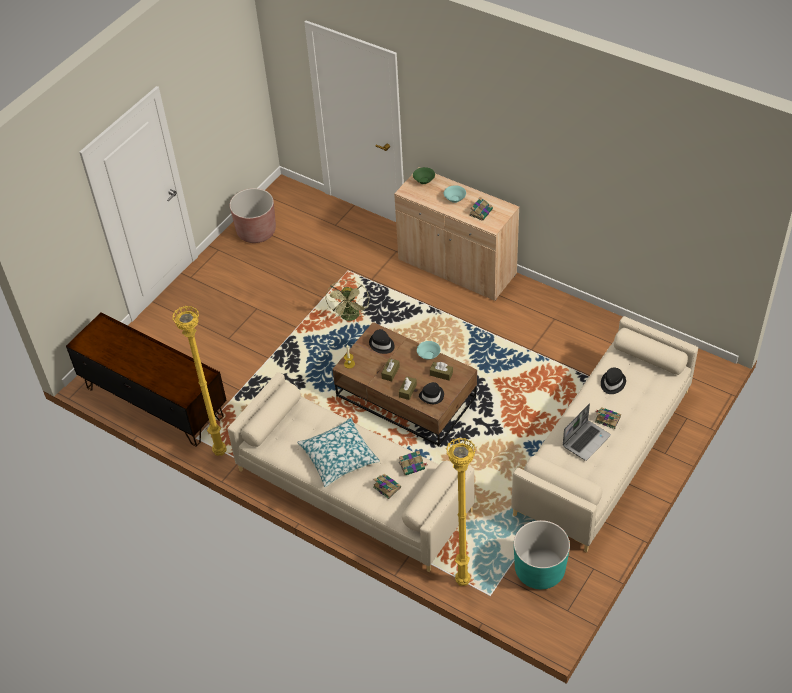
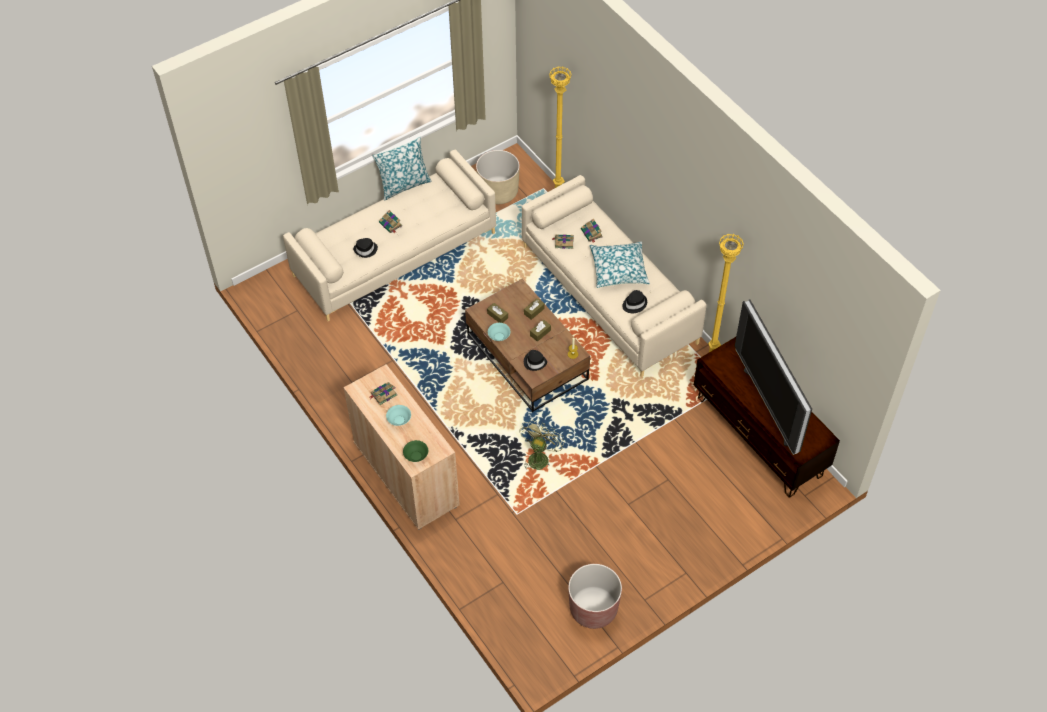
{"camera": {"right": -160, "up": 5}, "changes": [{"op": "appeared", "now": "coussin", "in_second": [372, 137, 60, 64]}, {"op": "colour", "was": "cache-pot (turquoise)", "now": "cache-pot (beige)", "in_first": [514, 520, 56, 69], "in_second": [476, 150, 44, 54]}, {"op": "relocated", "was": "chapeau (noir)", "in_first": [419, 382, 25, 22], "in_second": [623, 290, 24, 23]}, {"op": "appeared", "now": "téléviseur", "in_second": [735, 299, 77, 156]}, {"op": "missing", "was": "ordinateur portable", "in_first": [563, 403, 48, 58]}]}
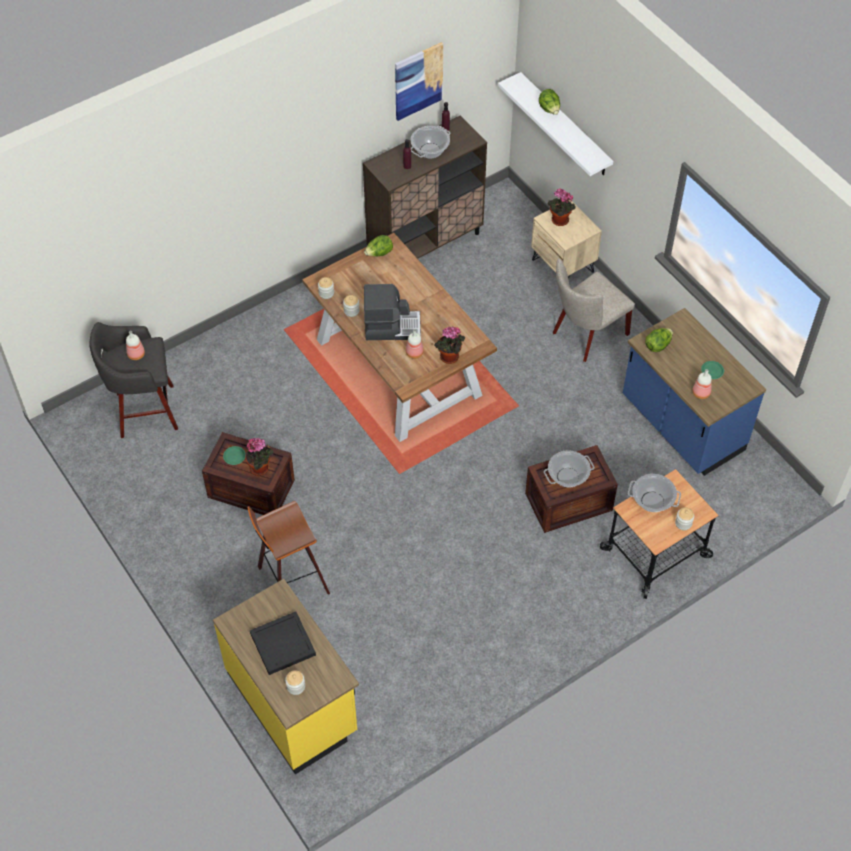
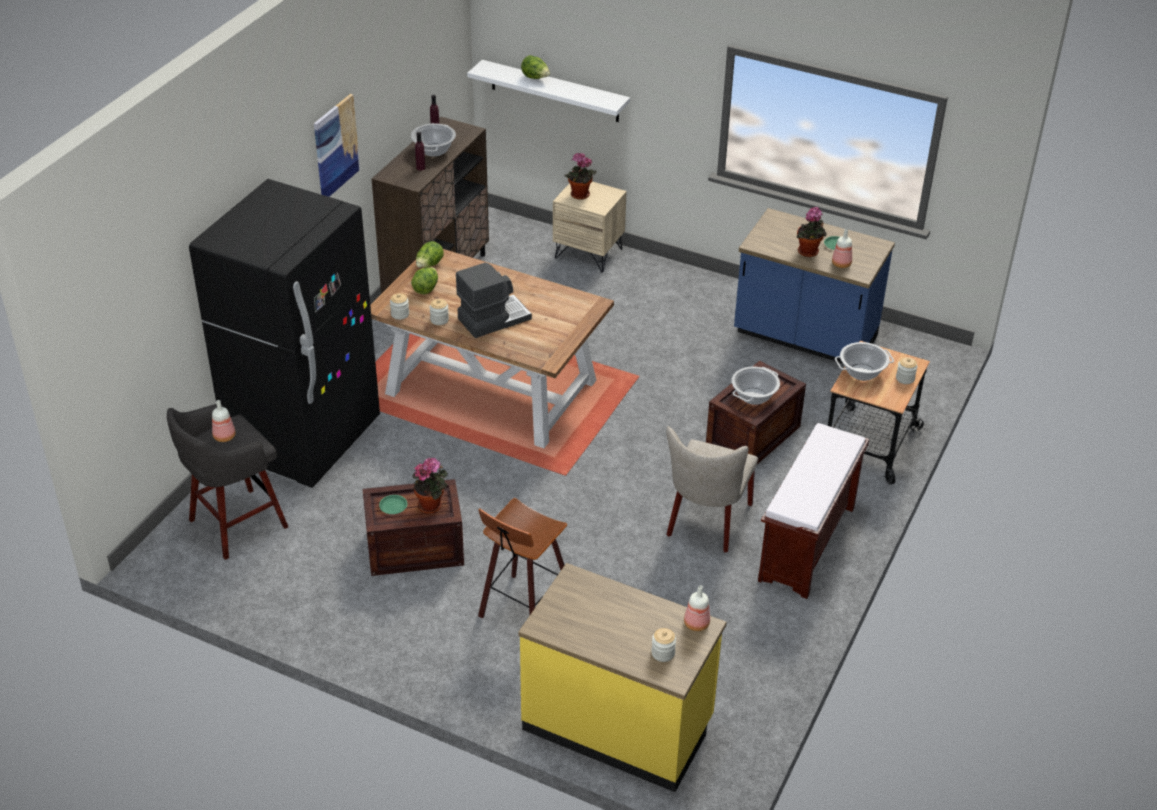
{"camera": {"right": -30, "up": -15}, "changes": [{"op": "appeared", "now": "réfrigérateur (noir)", "in_second": [189, 179, 191, 309]}, {"op": "relocated", "was": "tableau", "in_first": [395, 42, 48, 79], "in_second": [314, 94, 46, 103]}, {"op": "relocated", "was": "laitue", "in_first": [645, 328, 28, 24], "in_second": [411, 267, 27, 27]}, {"op": "relocated", "was": "chaise (beige)", "in_first": [553, 258, 82, 104], "in_second": [666, 426, 92, 127]}, {"op": "relocated", "was": "bouteille", "in_first": [406, 329, 18, 30], "in_second": [684, 585, 26, 46]}, {"op": "appeared", "now": "banc (marron)", "in_second": [758, 423, 111, 176]}, {"op": "relocated", "was": "plante en pot", "in_first": [434, 327, 31, 37], "in_second": [796, 207, 31, 50]}, {"op": "missing", "was": "plateau (noir)", "in_first": [250, 611, 66, 64]}]}
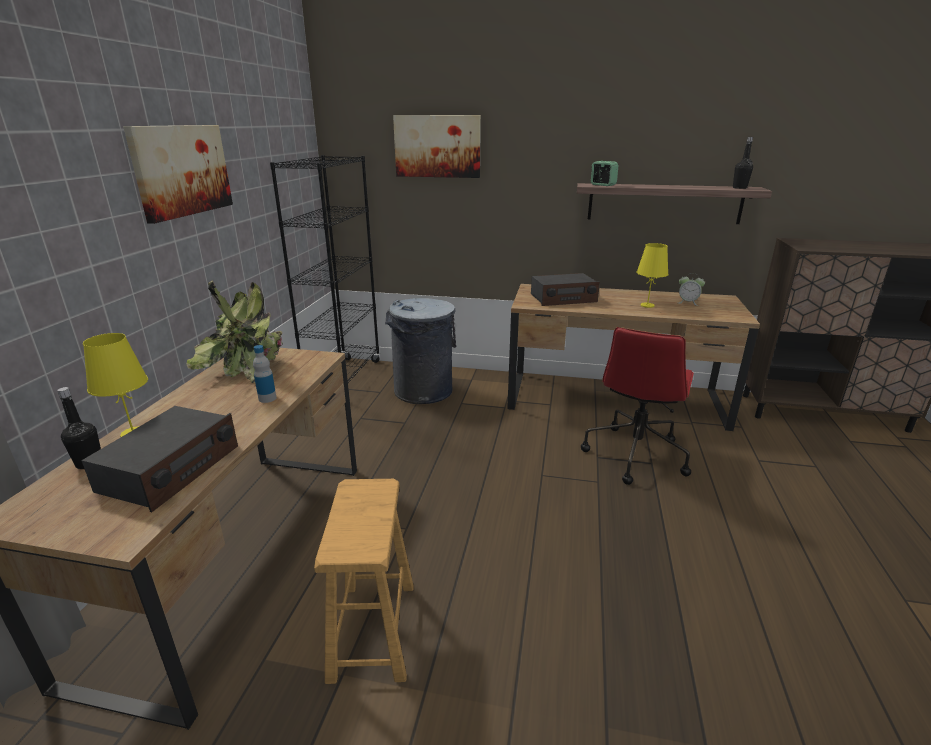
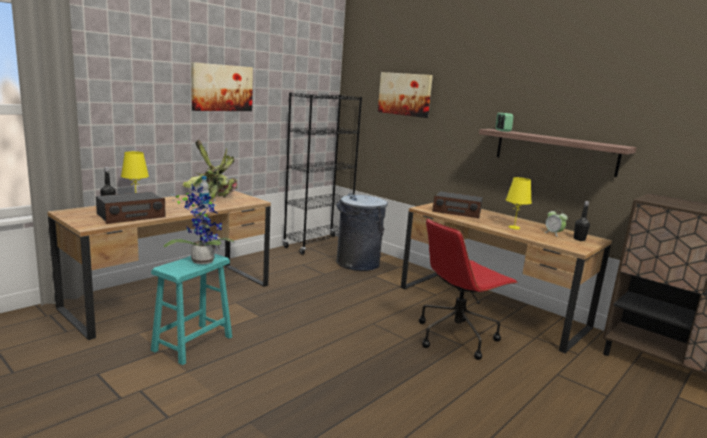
{"camera": {"right": 30, "up": -10}, "changes": [{"op": "colour", "was": "tabouret (marron)", "now": "tabouret (turquoise)", "in_first": [314, 479, 100, 205], "in_second": [151, 254, 81, 111]}, {"op": "appeared", "now": "plante en pot", "in_second": [163, 183, 72, 82]}, {"op": "relocated", "was": "bouteille (noir)", "in_first": [733, 137, 20, 52], "in_second": [574, 201, 16, 40]}]}
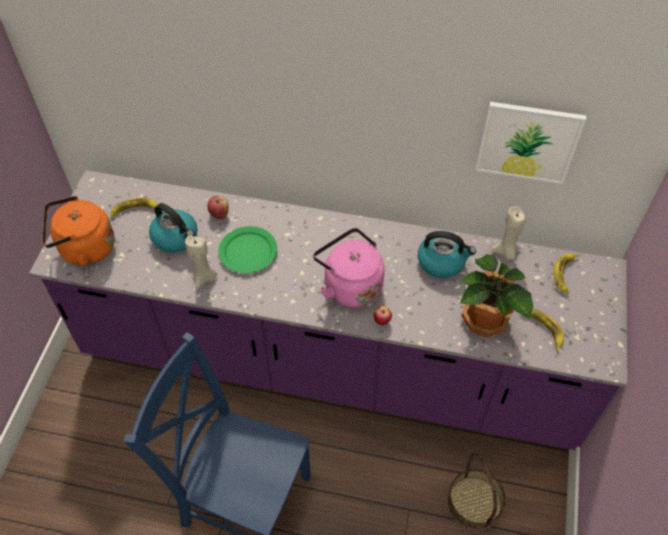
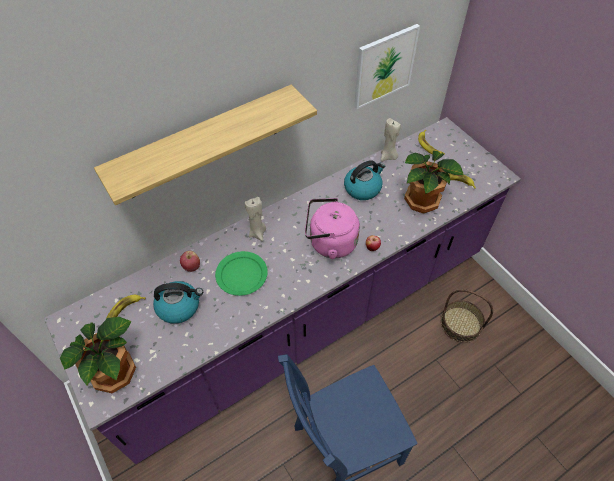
{"camera": {"right": -45, "up": 0}, "changes": [{"op": "exchanged", "was": "bouilloire (orange)", "now": "plante en pot", "in_first": [42, 196, 73, 70], "in_second": [60, 317, 76, 76]}, {"op": "appeared", "now": "étagère", "in_second": [94, 85, 223, 120]}, {"op": "relocated", "was": "bougie (beige)", "in_first": [185, 235, 32, 54], "in_second": [245, 197, 21, 44]}]}
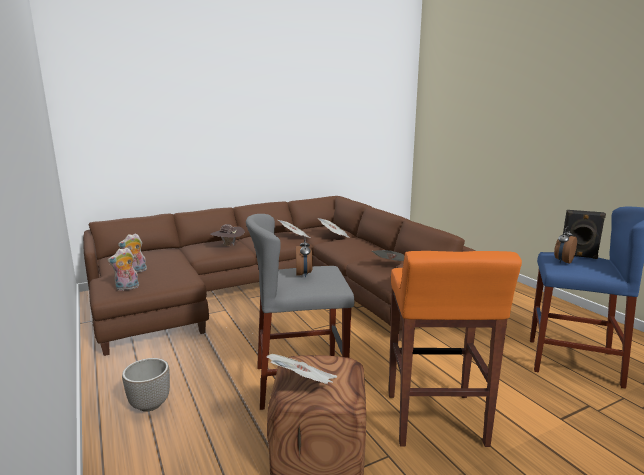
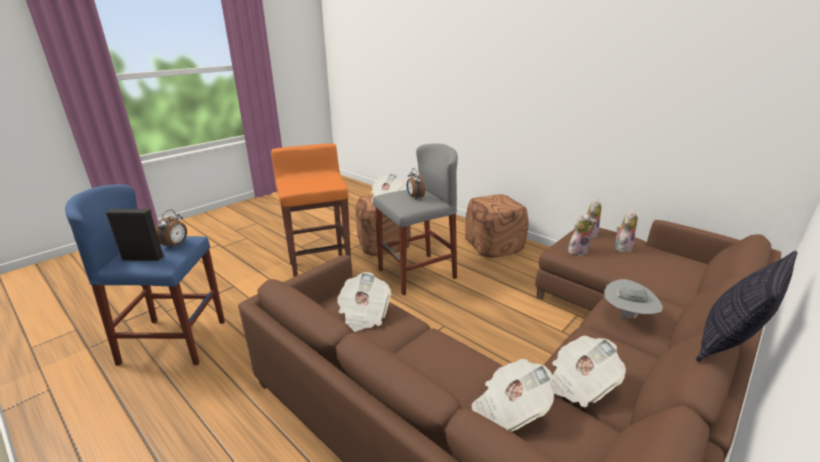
{"camera": {"right": 160, "up": 10}, "changes": [{"op": "exchanged", "was": "cache-pot", "now": "pouf (marron)", "in_first": [122, 358, 48, 54], "in_second": [465, 194, 64, 64]}, {"op": "appeared", "now": "peluche", "in_second": [568, 214, 29, 42]}, {"op": "colour", "was": "chapeau (marron)", "now": "chapeau (gris)", "in_first": [210, 224, 35, 22], "in_second": [604, 279, 59, 40]}, {"op": "appeared", "now": "coussin", "in_second": [696, 251, 101, 111]}]}
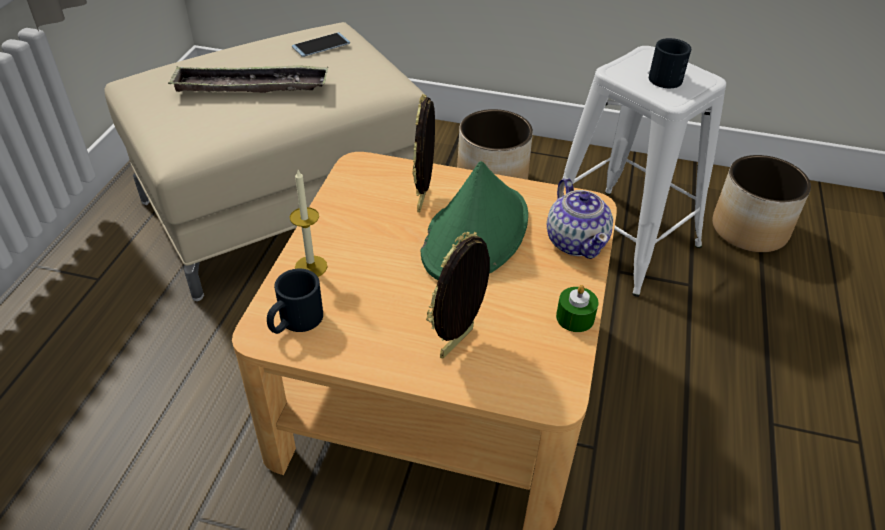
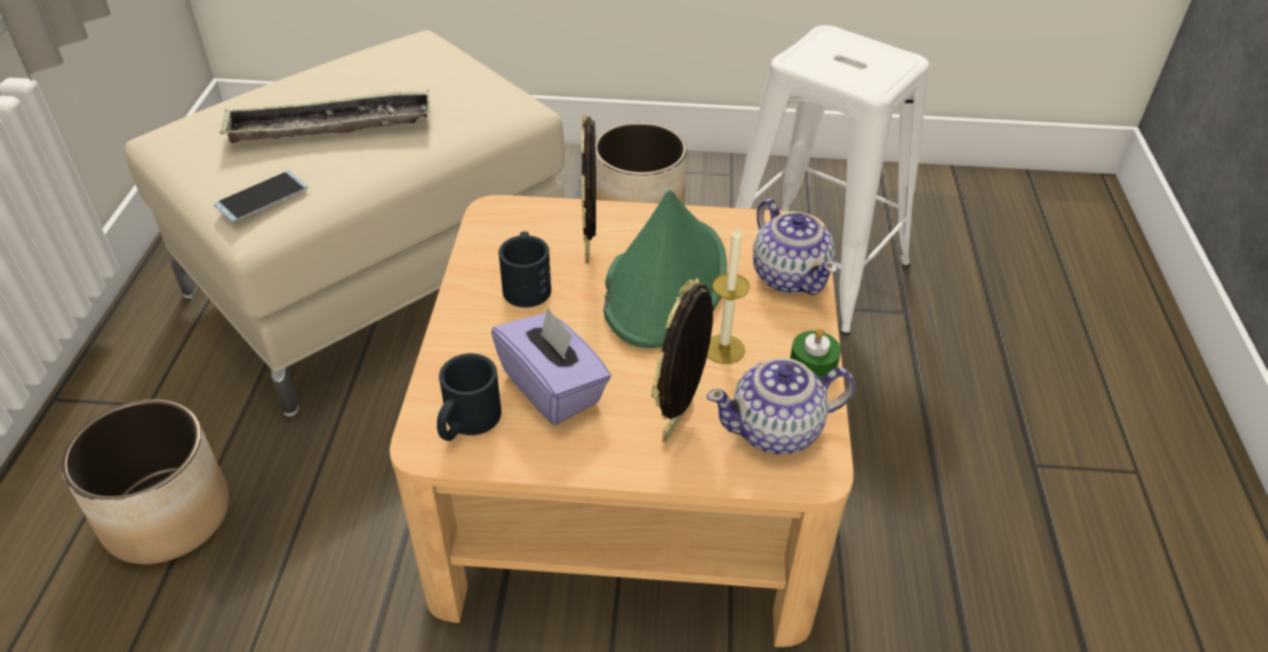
{"camera": {"right": -10, "up": 0}, "changes": [{"op": "relocated", "was": "cache-pot", "in_first": [712, 155, 99, 97], "in_second": [62, 399, 167, 165]}, {"op": "relocated", "was": "téléphone", "in_first": [292, 32, 58, 25], "in_second": [214, 170, 94, 52]}, {"op": "appeared", "now": "boîte à mouchoirs (violet)", "in_second": [491, 307, 120, 118]}, {"op": "relocated", "was": "mug (noir)", "in_first": [649, 38, 42, 50], "in_second": [499, 231, 52, 76]}, {"op": "appeared", "now": "théière", "in_second": [706, 358, 149, 96]}, {"op": "relocated", "was": "bougie", "in_first": [290, 170, 37, 107], "in_second": [707, 226, 43, 138]}]}
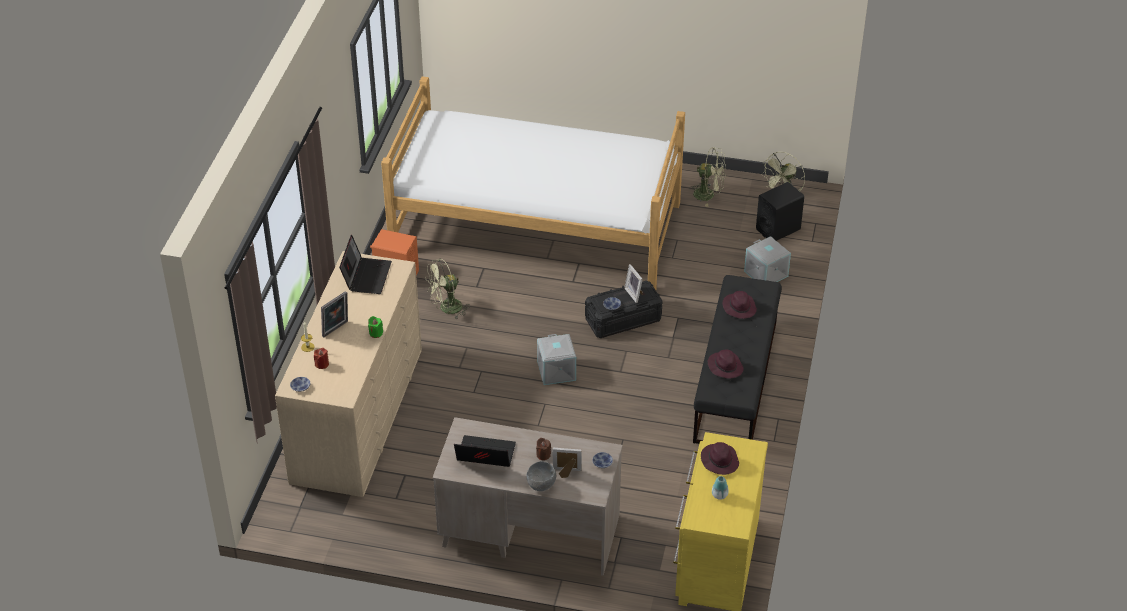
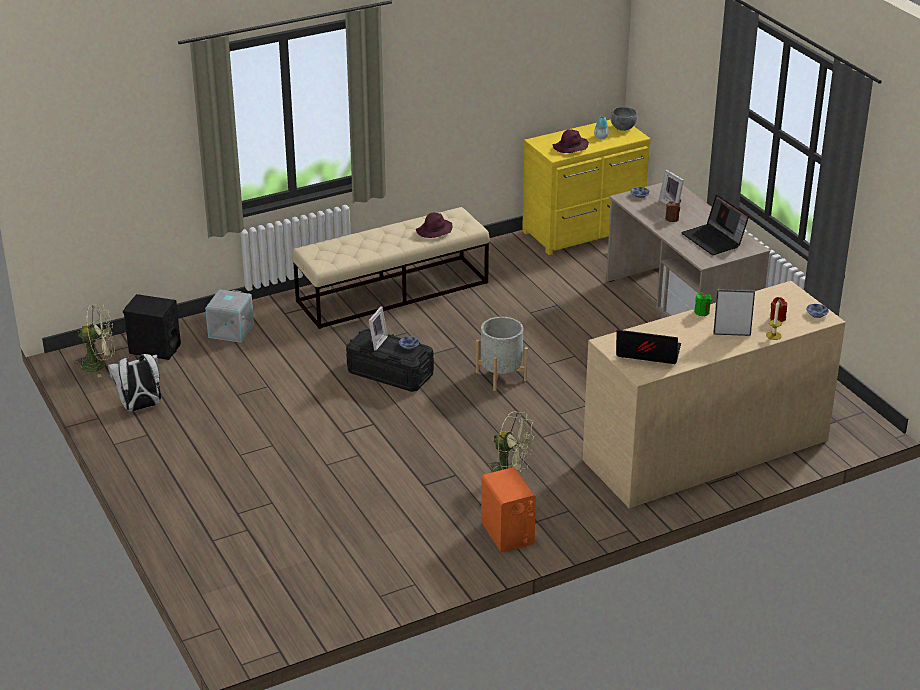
{"camera": {"right": -130, "up": -10}, "changes": [{"op": "exchanged", "was": "ventilateur (vert)", "now": "sac à dos (blanc)", "in_first": [689, 147, 37, 60], "in_second": [108, 354, 53, 58]}, {"op": "colour", "was": "banc (noir)", "now": "banc (beige)", "in_first": [693, 275, 89, 169], "in_second": [292, 207, 198, 122]}, {"op": "exchanged", "was": "boîte de rangement (gris)", "now": "cache-pot (gris)", "in_first": [537, 334, 39, 51], "in_second": [476, 317, 52, 74]}, {"op": "relocated", "was": "bol (gris)", "in_first": [527, 461, 29, 30], "in_second": [611, 107, 26, 24]}, {"op": "spun", "was": "ordinateur portable", "in_first": [339, 235, 53, 59], "in_second": [616, 330, 65, 34], "clockwise": 45}, {"op": "missing", "was": "lit", "in_first": [381, 76, 304, 214]}, {"op": "missing", "was": "chapeau (violet)", "in_first": [722, 291, 35, 28]}]}
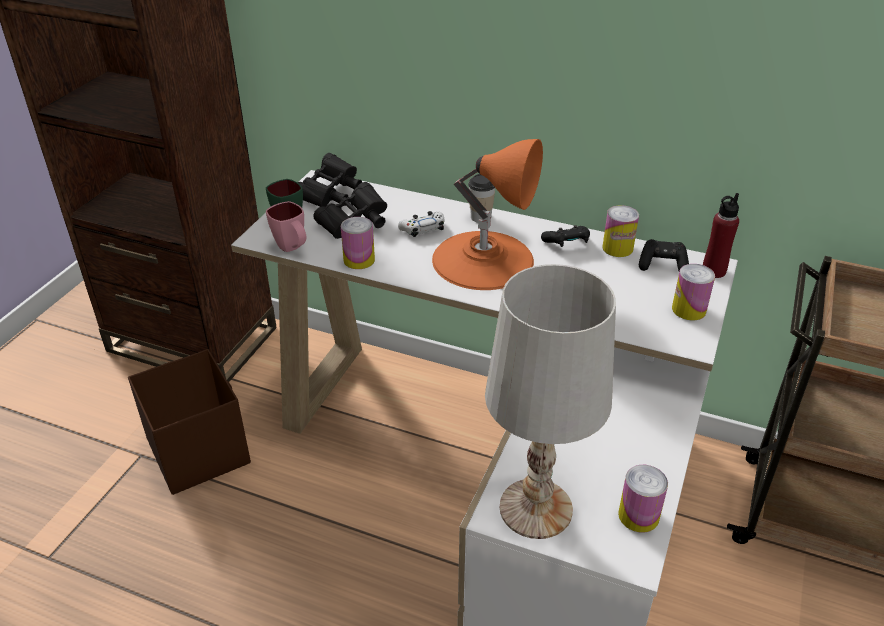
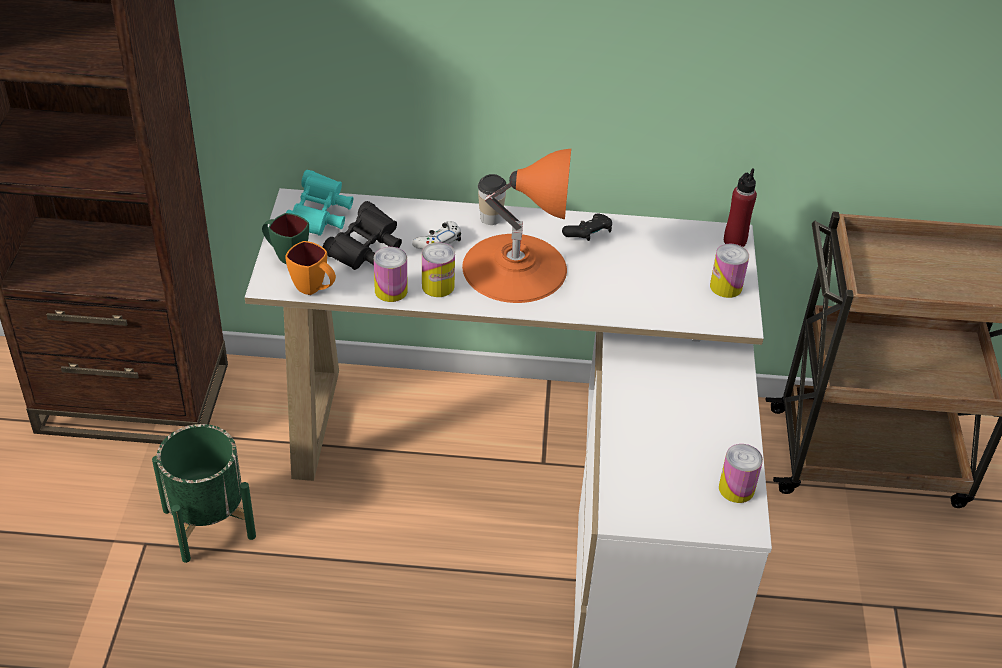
{"camera": {"right": -20, "up": 5}, "changes": [{"op": "exchanged", "was": "boîte de rangement (marron)", "now": "cache-pot (vert)", "in_first": [128, 349, 123, 146], "in_second": [152, 424, 104, 139]}, {"op": "colour", "was": "mug (rose)", "now": "mug (orange)", "in_first": [266, 201, 40, 51], "in_second": [285, 241, 51, 54]}, {"op": "colour", "was": "jumelles (noir)", "now": "jumelles (turquoise)", "in_first": [298, 153, 64, 54], "in_second": [286, 170, 67, 66]}, {"op": "relocated", "was": "boîte métallique", "in_first": [602, 205, 37, 52], "in_second": [422, 242, 33, 55]}, {"op": "missing", "was": "lampe de table (blanc)", "in_first": [485, 264, 131, 275]}, {"op": "missing", "was": "manette (noir)", "in_first": [639, 239, 50, 32]}]}
